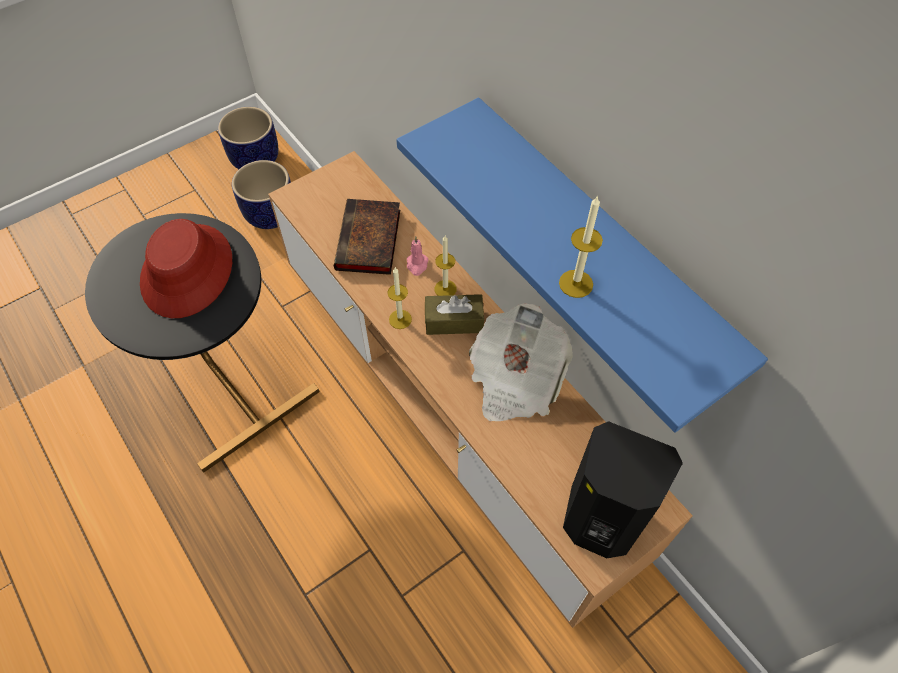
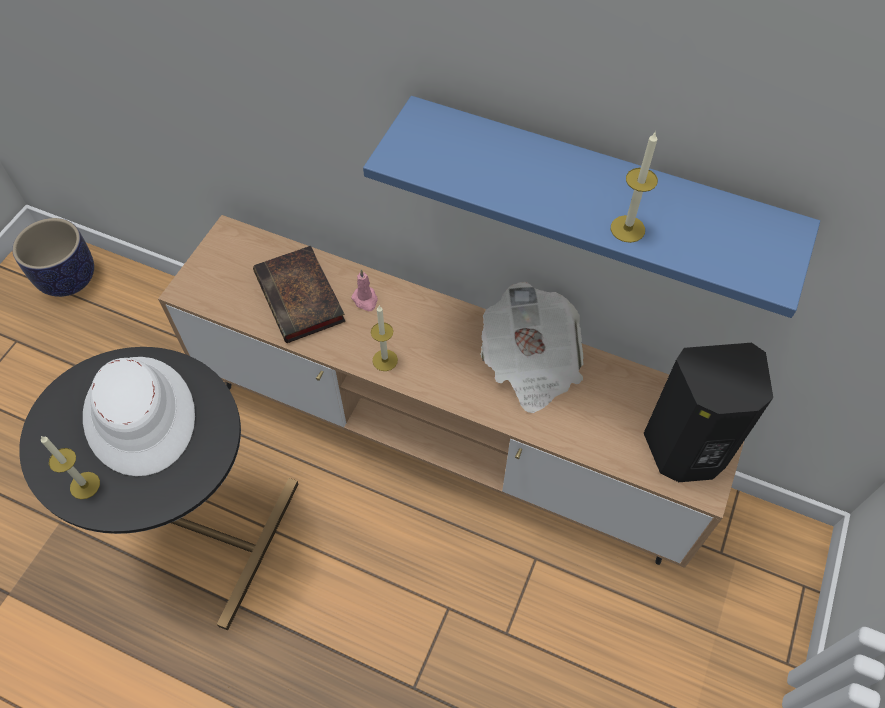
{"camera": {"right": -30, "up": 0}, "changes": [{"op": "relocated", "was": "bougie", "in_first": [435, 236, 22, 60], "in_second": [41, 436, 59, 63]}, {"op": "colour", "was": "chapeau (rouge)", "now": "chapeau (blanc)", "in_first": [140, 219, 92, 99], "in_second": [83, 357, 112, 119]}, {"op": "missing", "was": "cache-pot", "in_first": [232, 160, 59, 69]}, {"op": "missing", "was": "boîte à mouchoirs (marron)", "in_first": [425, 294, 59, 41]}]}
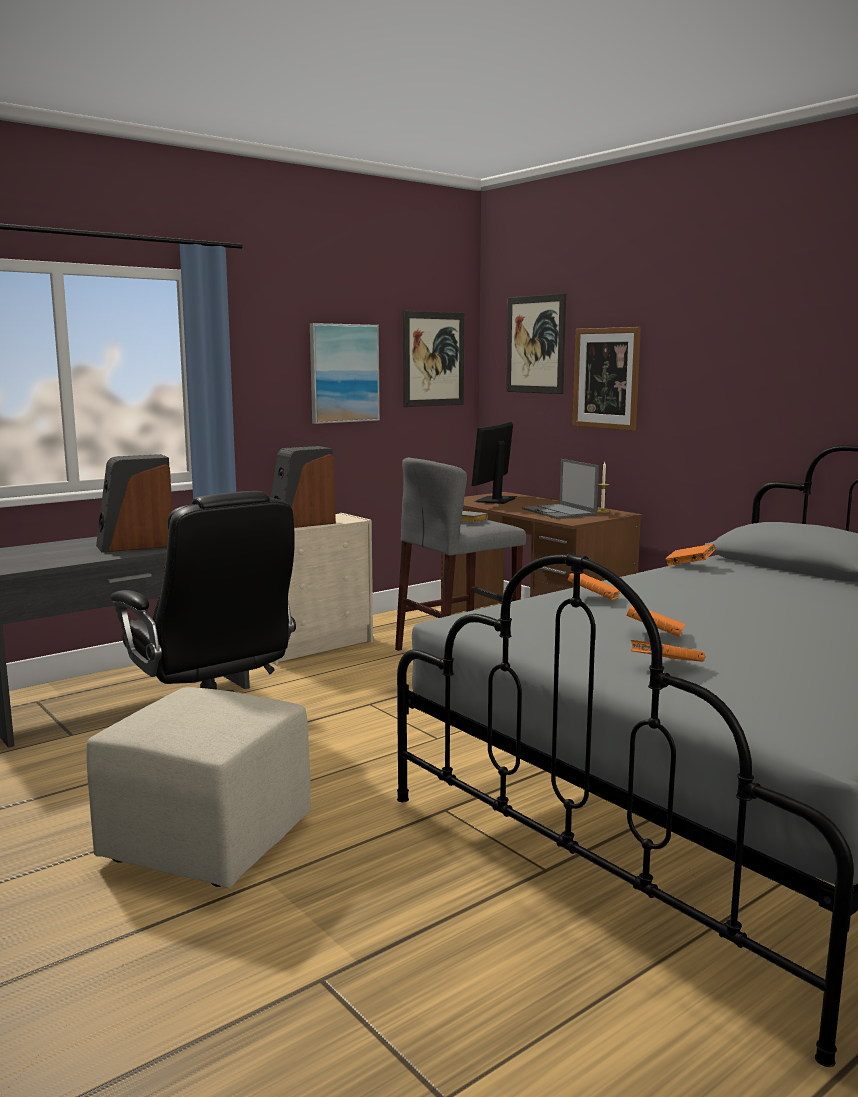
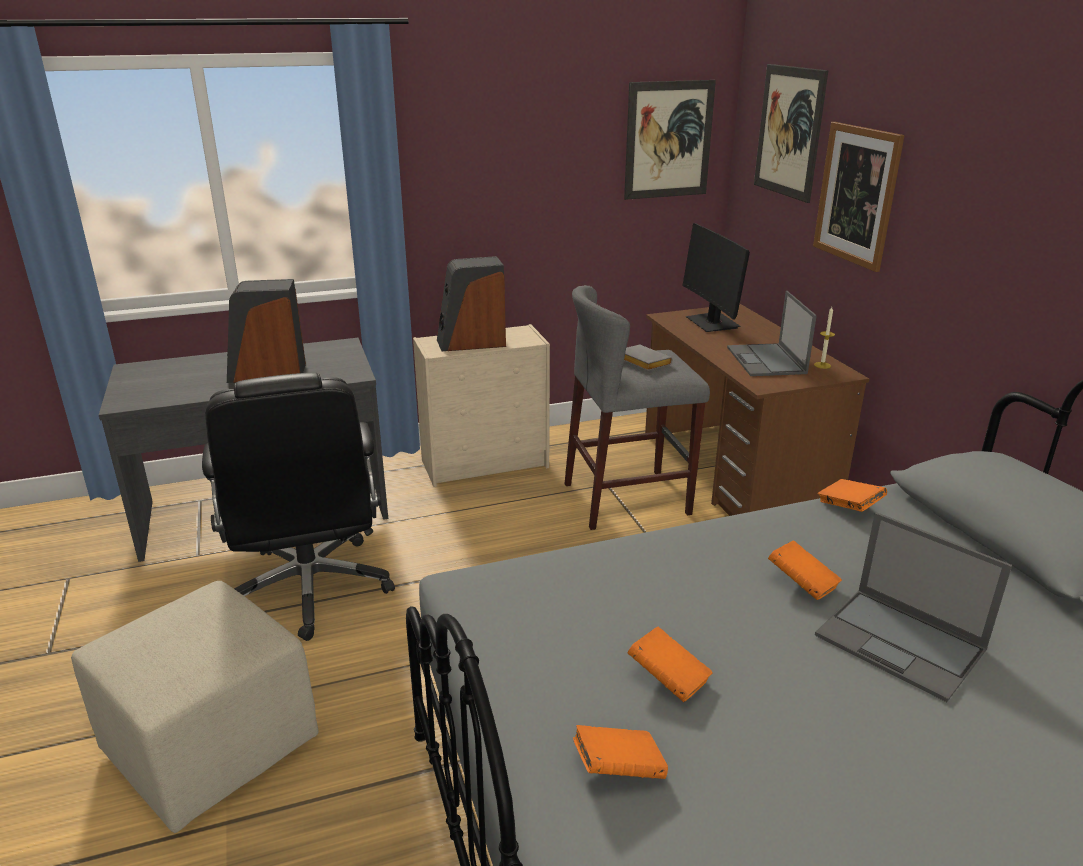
{"camera": {"right": 20, "up": 15}, "changes": [{"op": "spun", "was": "écran d'ordinateur", "in_first": [472, 422, 45, 82], "in_second": [682, 223, 68, 109], "clockwise": -60}, {"op": "relocated", "was": "livre (orange)", "in_first": [568, 573, 52, 27], "in_second": [768, 541, 74, 59]}, {"op": "appeared", "now": "ordinateur portable", "in_second": [815, 512, 197, 190]}, {"op": "missing", "was": "tableau", "in_first": [310, 323, 70, 101]}]}
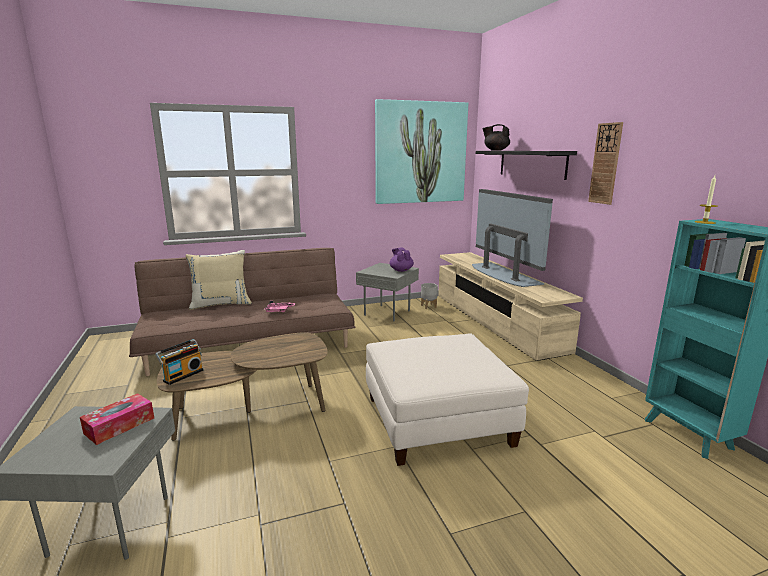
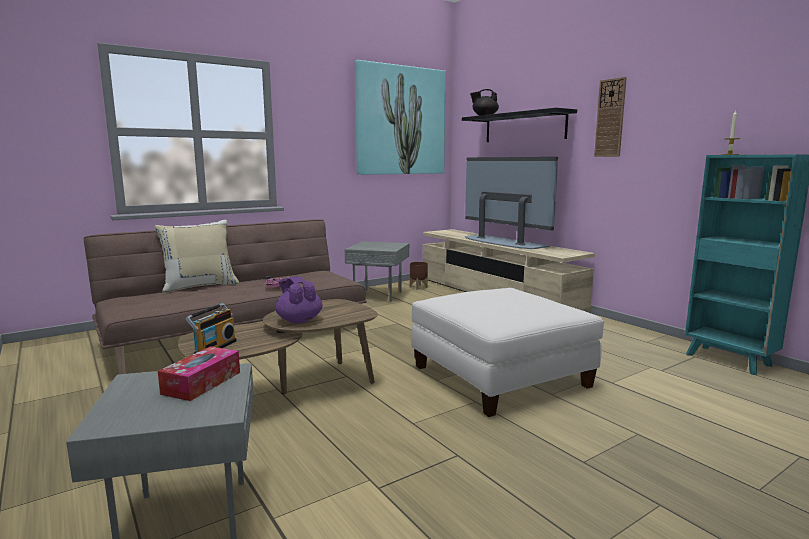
{"camera": {"right": -15, "up": -5}, "changes": [{"op": "relocated", "was": "théière (violet)", "in_first": [390, 247, 24, 25], "in_second": [275, 276, 48, 47]}, {"op": "colour", "was": "cache-pot (gris)", "now": "cache-pot (marron)", "in_first": [421, 283, 17, 26], "in_second": [410, 262, 18, 28]}]}
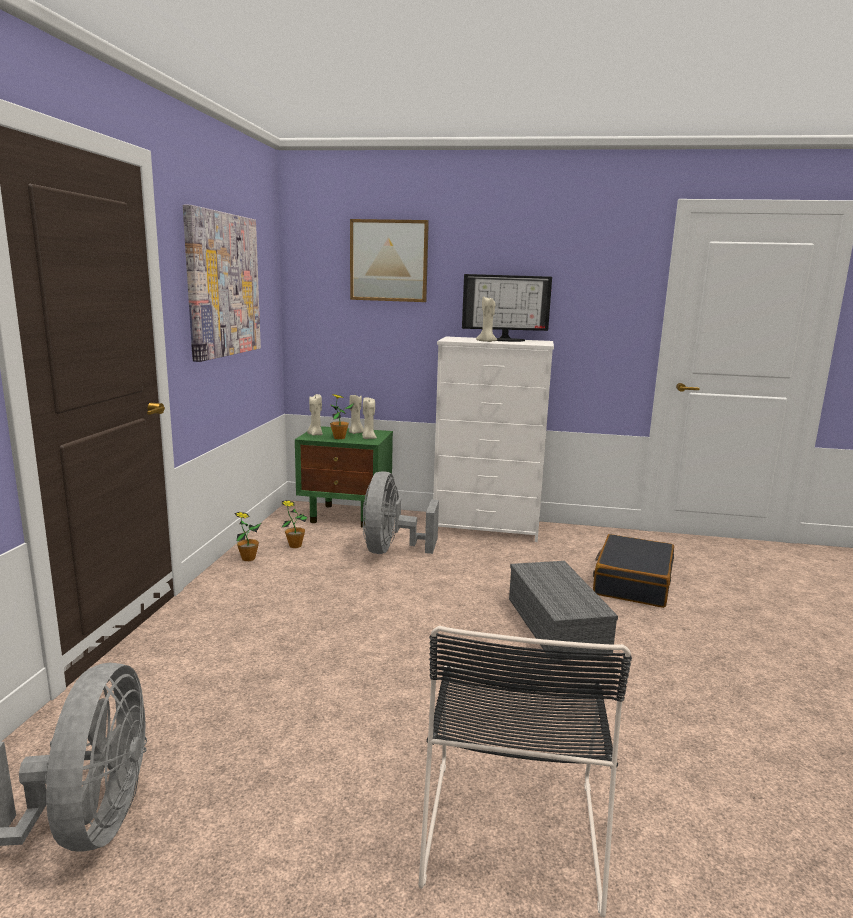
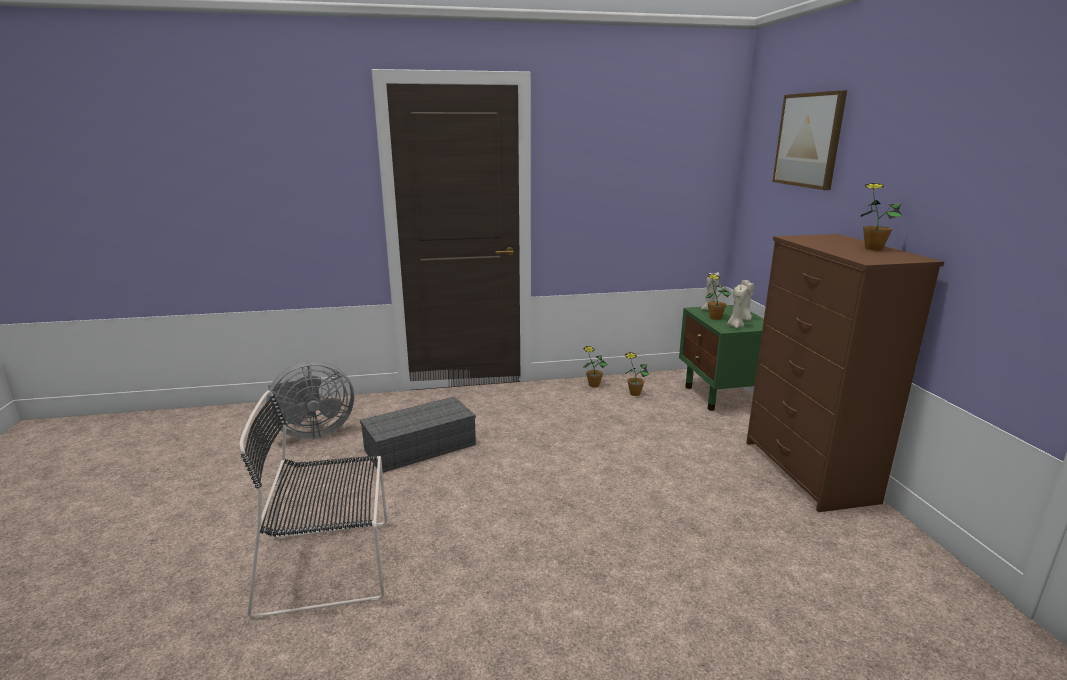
{"camera": {"right": 70, "up": 5}, "changes": [{"op": "relocated", "was": "boîte de rangement (gris)", "in_first": [509, 561, 109, 99], "in_second": [360, 397, 116, 76]}, {"op": "colour", "was": "commode (blanc)", "now": "commode (marron)", "in_first": [433, 336, 121, 206], "in_second": [746, 234, 198, 278]}, {"op": "exchanged", "was": "écran d'ordinateur", "now": "plante en pot", "in_first": [462, 274, 90, 68], "in_second": [861, 183, 41, 68]}, {"op": "missing", "was": "tableau", "in_first": [183, 205, 78, 157]}, {"op": "missing", "was": "ventilateur (gris)", "in_first": [363, 471, 76, 83]}, {"op": "missing", "was": "bougie (beige)", "in_first": [476, 296, 21, 46]}, {"op": "missing", "was": "valise (noir)", "in_first": [593, 534, 81, 74]}]}
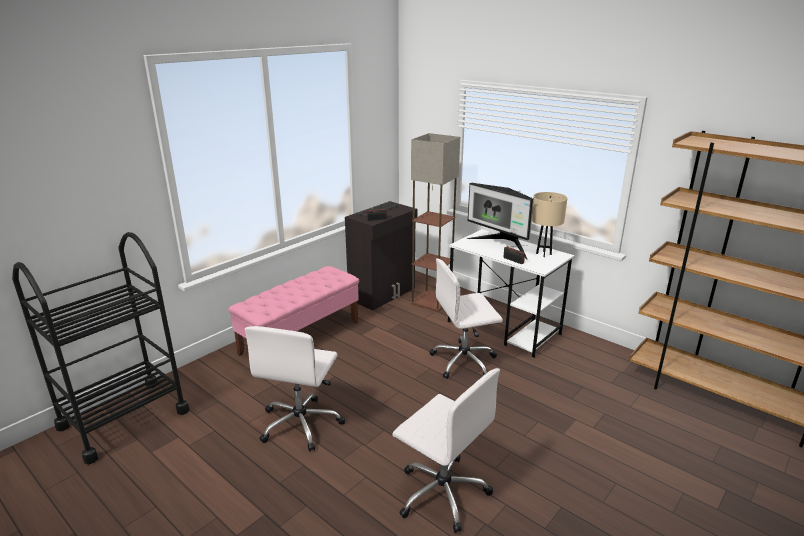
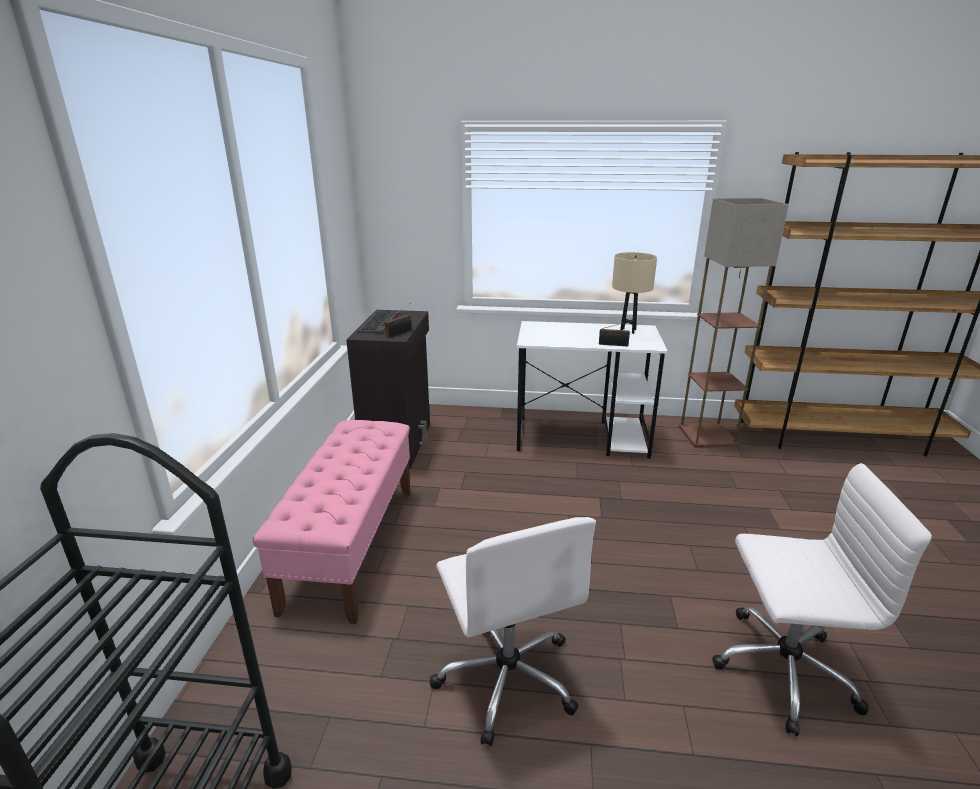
{"camera": {"right": -35, "up": 0}, "changes": [{"op": "relocated", "was": "lampadaire", "in_first": [411, 133, 49, 179], "in_second": [679, 198, 110, 250]}, {"op": "missing", "was": "chaise de bureau (blanc)", "in_first": [430, 258, 73, 121]}, {"op": "missing", "was": "écran d'ordinateur", "in_first": [467, 183, 67, 77]}]}
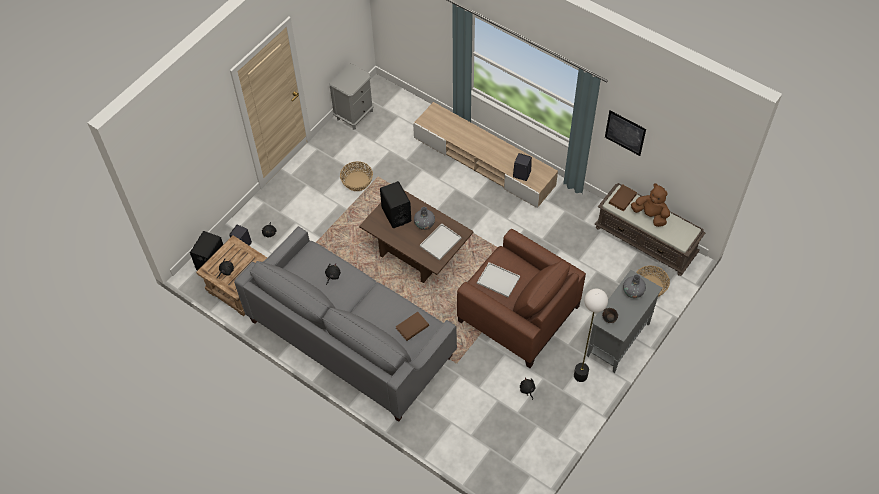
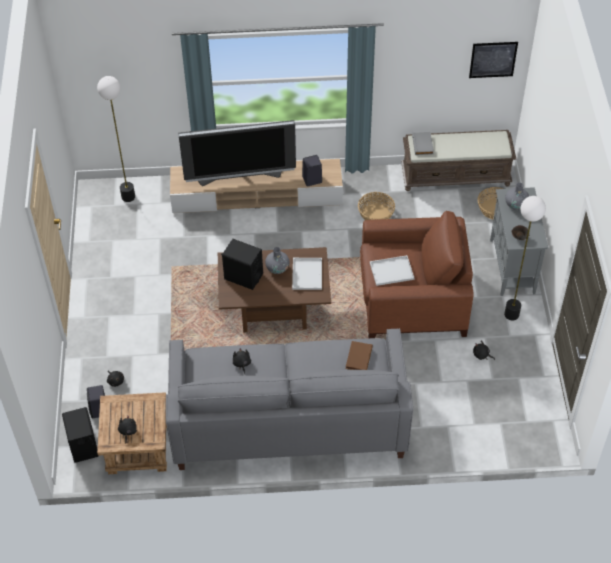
{"camera": {"right": -40, "up": -5}, "changes": [{"op": "appeared", "now": "lampadaire", "in_second": [97, 76, 38, 126]}, {"op": "appeared", "now": "téléviseur", "in_second": [178, 120, 118, 66]}, {"op": "relocated", "was": "panier", "in_first": [340, 161, 33, 30], "in_second": [358, 192, 37, 28]}, {"op": "colour", "was": "livre (marron)", "now": "livre (gris)", "in_first": [609, 185, 28, 27], "in_second": [412, 132, 22, 23]}, {"op": "relocated", "was": "tableau", "in_first": [605, 111, 41, 45], "in_second": [469, 42, 49, 36]}, {"op": "missing", "was": "table de chevet (gris)", "in_first": [329, 63, 45, 67]}, {"op": "missing", "was": "peluche (marron)", "in_first": [631, 183, 39, 44]}]}
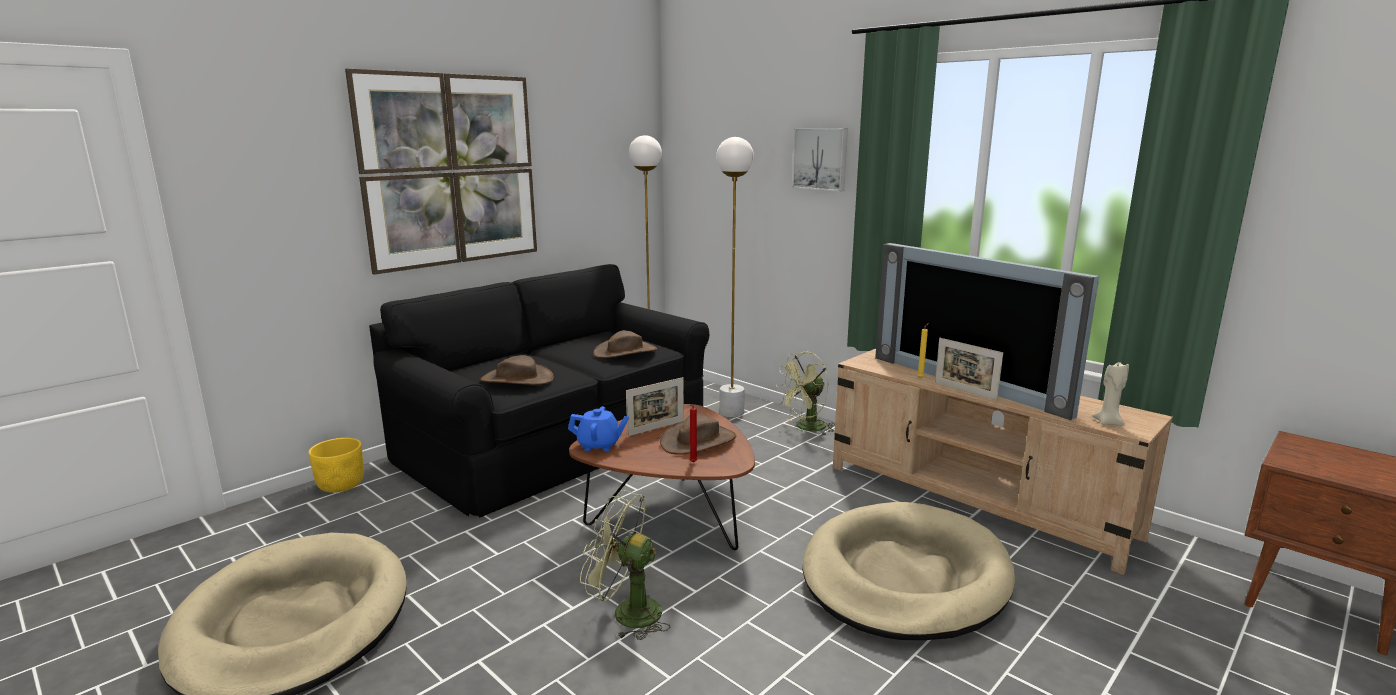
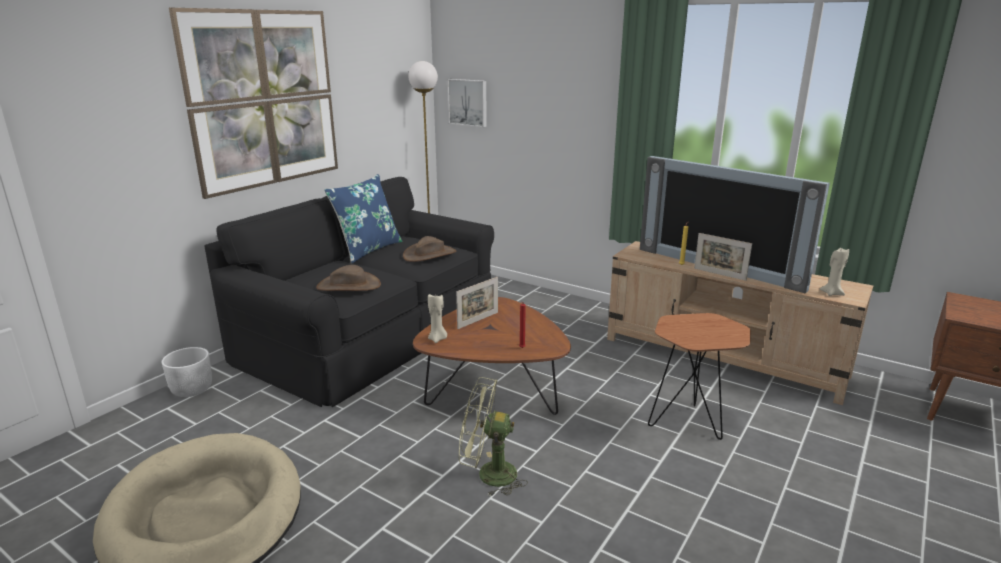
{"camera": {"right": -10, "up": 5}, "changes": [{"op": "colour", "was": "cache-pot (jaune)", "now": "cache-pot (blanc)", "in_first": [308, 438, 56, 55], "in_second": [161, 347, 51, 50]}, {"op": "appeared", "now": "coussin (bleu)", "in_second": [324, 174, 78, 89]}, {"op": "exchanged", "was": "théière (bleu)", "now": "bougie (beige)", "in_first": [568, 406, 61, 45], "in_second": [428, 294, 19, 49]}, {"op": "relocated", "was": "tableau", "in_first": [792, 128, 56, 63], "in_second": [447, 79, 40, 48]}, {"op": "exchanged", "was": "panier pour chien (beige)", "now": "table d'appoint (marron)", "in_first": [802, 502, 213, 138], "in_second": [648, 313, 103, 127]}, {"op": "missing", "was": "chapeau (marron)", "in_first": [660, 414, 76, 41]}, {"op": "missing", "was": "lampadaire (blanc)", "in_first": [716, 137, 38, 280]}, {"op": "missing", "was": "ventilateur (vert)", "in_first": [776, 351, 59, 84]}]}
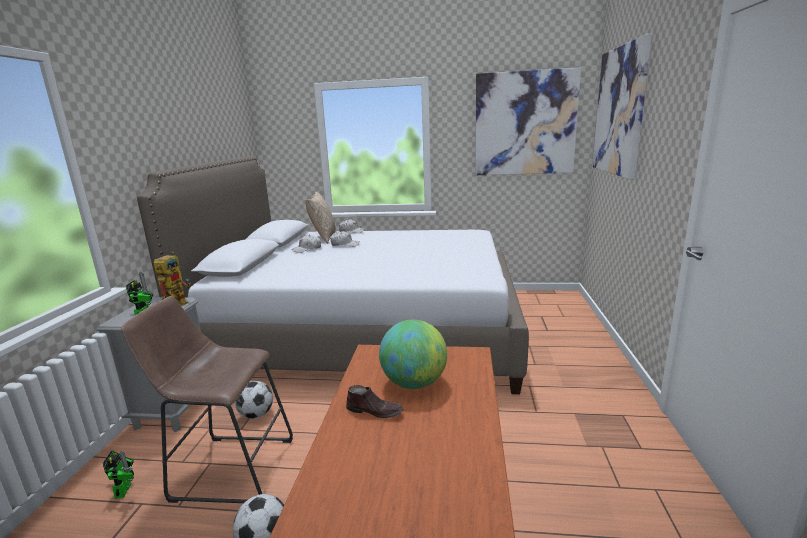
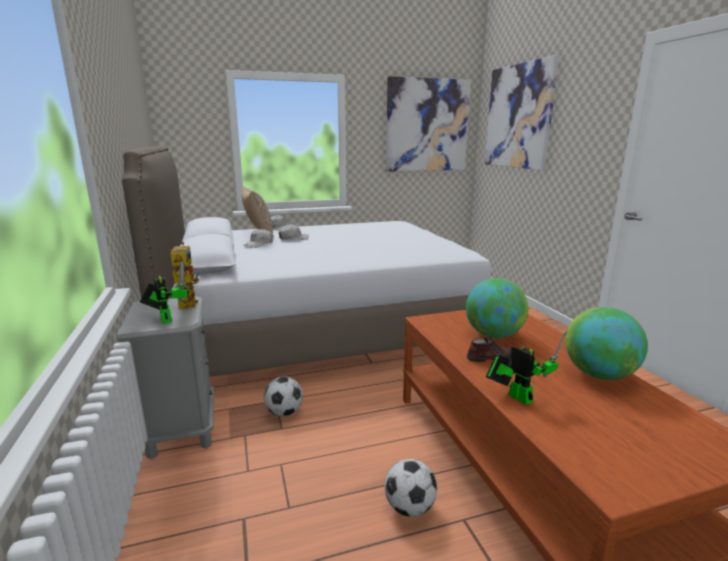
{"camera": {"right": -25, "up": 0}, "changes": [{"op": "relocated", "was": "robot jouet", "in_first": [103, 451, 31, 48], "in_second": [486, 330, 81, 75]}, {"op": "appeared", "now": "globe", "in_second": [565, 307, 83, 73]}, {"op": "missing", "was": "tabouret (marron)", "in_first": [121, 296, 172, 207]}]}
